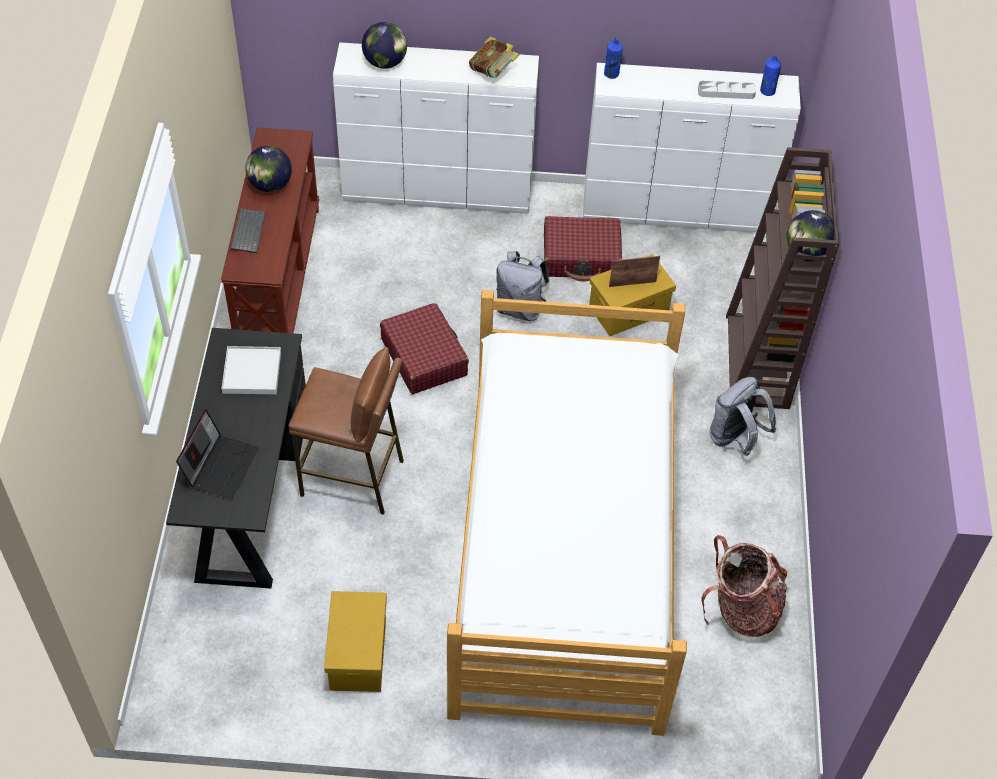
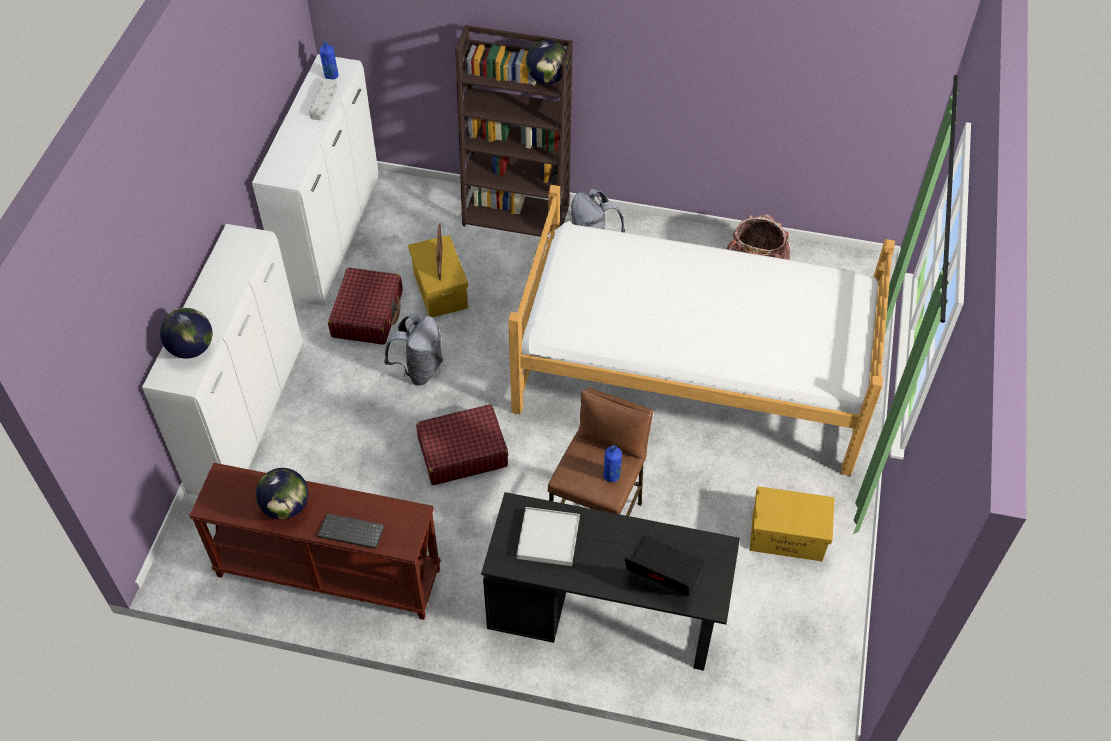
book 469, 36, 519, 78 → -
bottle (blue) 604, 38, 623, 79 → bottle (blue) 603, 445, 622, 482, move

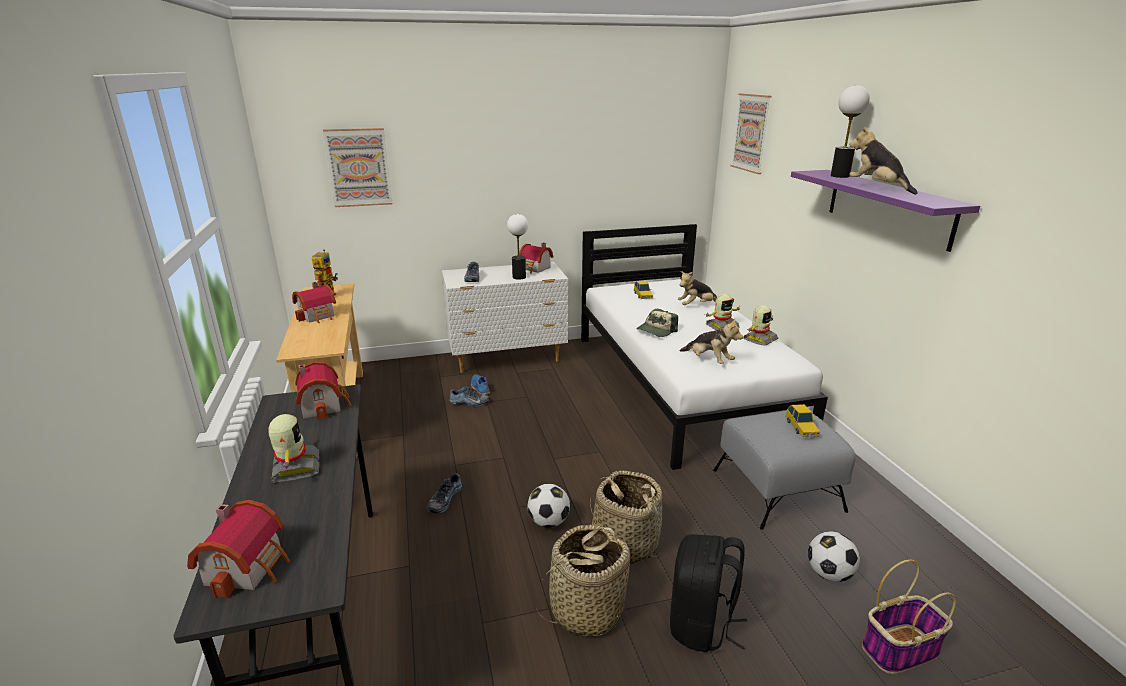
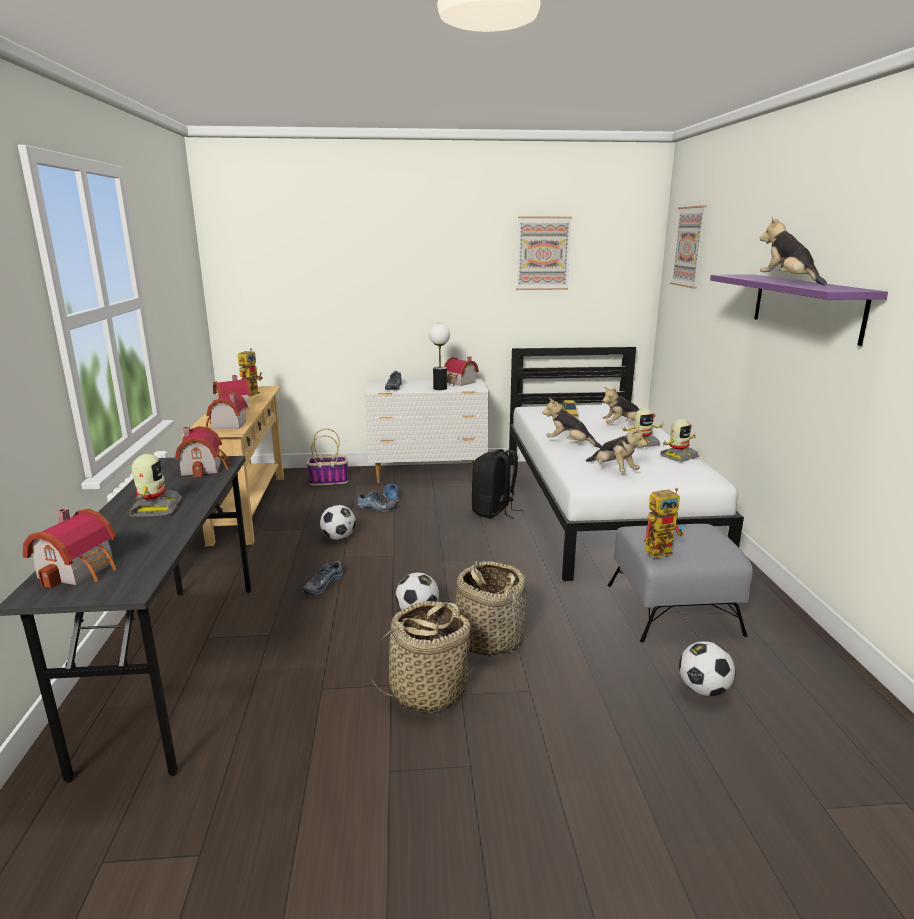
picture 323, 128, 392, 207 → picture 516, 217, 572, 290, move
cap 636, 309, 678, 337 → plush toy 542, 398, 602, 448
backpack (black) 670, 534, 747, 652 → backpack (black) 472, 449, 523, 519, move
toy car 786, 404, 820, 437 → -
table lamp 831, 85, 870, 178 → -
basket 862, 560, 956, 674 → basket 307, 429, 348, 485, move
- → toy house 206, 391, 248, 429
- → football 320, 505, 356, 540
- → toy robot 644, 488, 684, 558

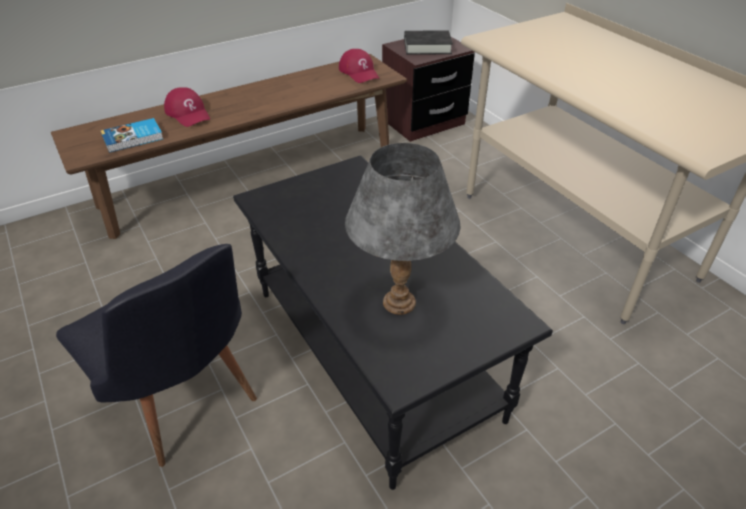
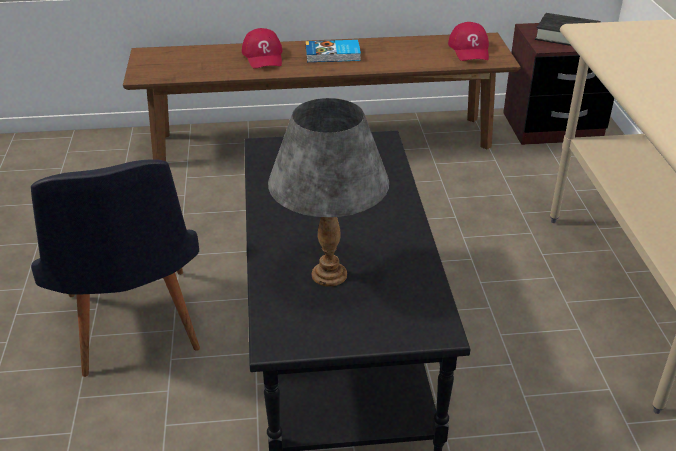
book 101, 118, 163, 153 → book 306, 40, 361, 62, move

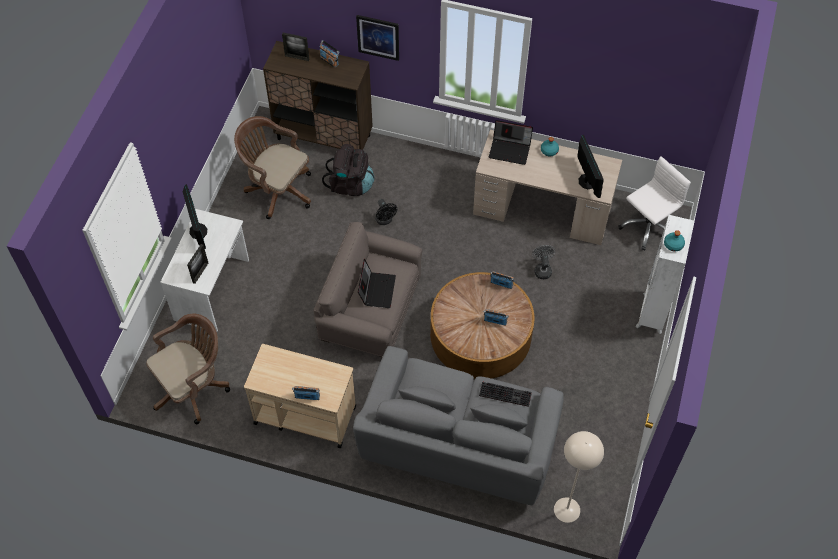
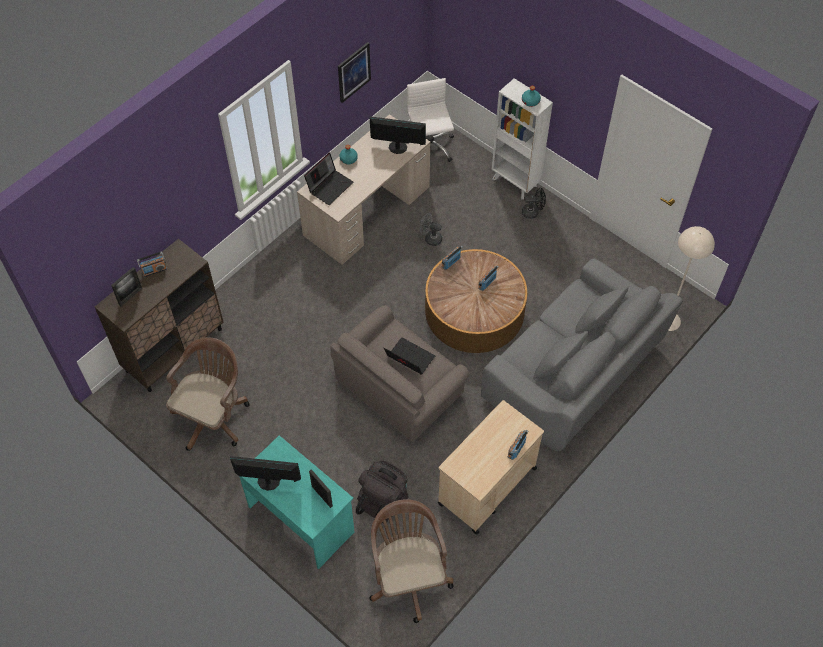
desk (white) 160, 209, 249, 332 → desk (turquoise) 239, 435, 355, 569
office chair (brown) 234, 116, 311, 219 → office chair (brown) 166, 337, 249, 451, 150 degrees clockwise
backpack (black) 322, 144, 375, 196 → backpack (black) 356, 461, 409, 523, move
picture 356, 15, 399, 61 → picture 338, 42, 371, 103, move
fan (black) 375, 199, 397, 225 → fan (black) 522, 188, 546, 219, move
keyboard 479, 382, 532, 407 → -

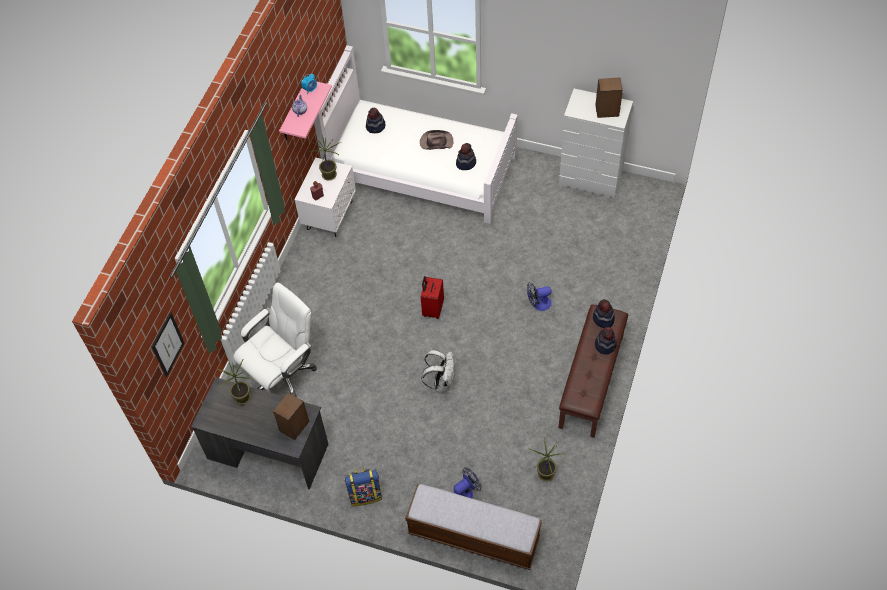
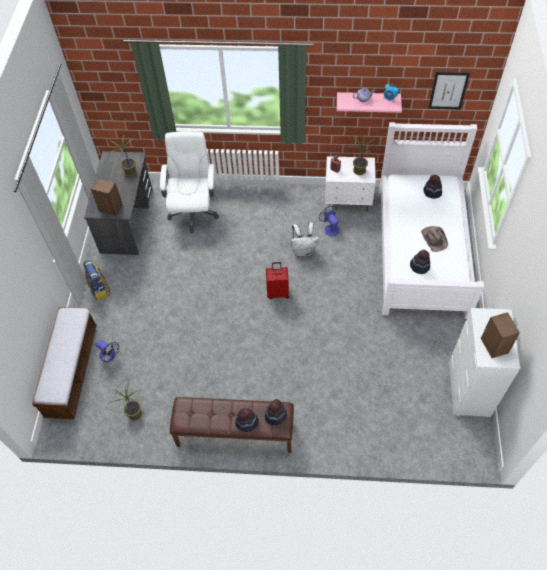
picture 152, 312, 184, 377 → picture 428, 72, 470, 109, move
office chair (white) 233, 282, 317, 397 → office chair (white) 160, 131, 219, 233, 120 degrees counterclockwise
backpack (white) 421, 350, 454, 392 → backpack (white) 291, 222, 319, 257, move
fan 527, 282, 552, 311 → fan 319, 206, 339, 237, move

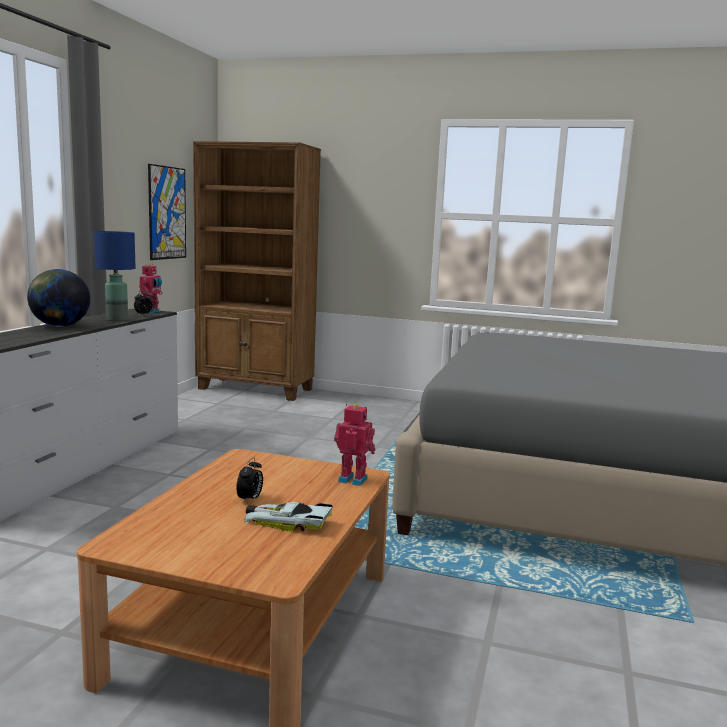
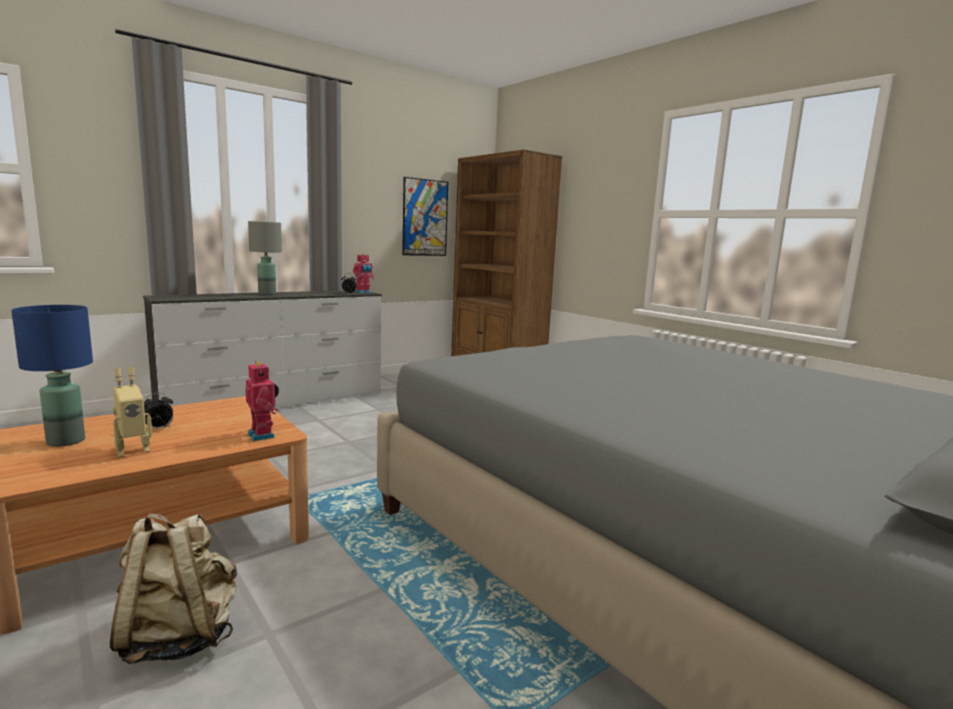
globe 27, 269, 90, 327 → table lamp (grey) 248, 221, 282, 295
table lamp (blue) 94, 231, 136, 321 → table lamp (blue) 11, 305, 93, 447, move
toy car 244, 502, 333, 533 → toy robot 113, 367, 152, 458
- → backpack (beige) 110, 513, 237, 664

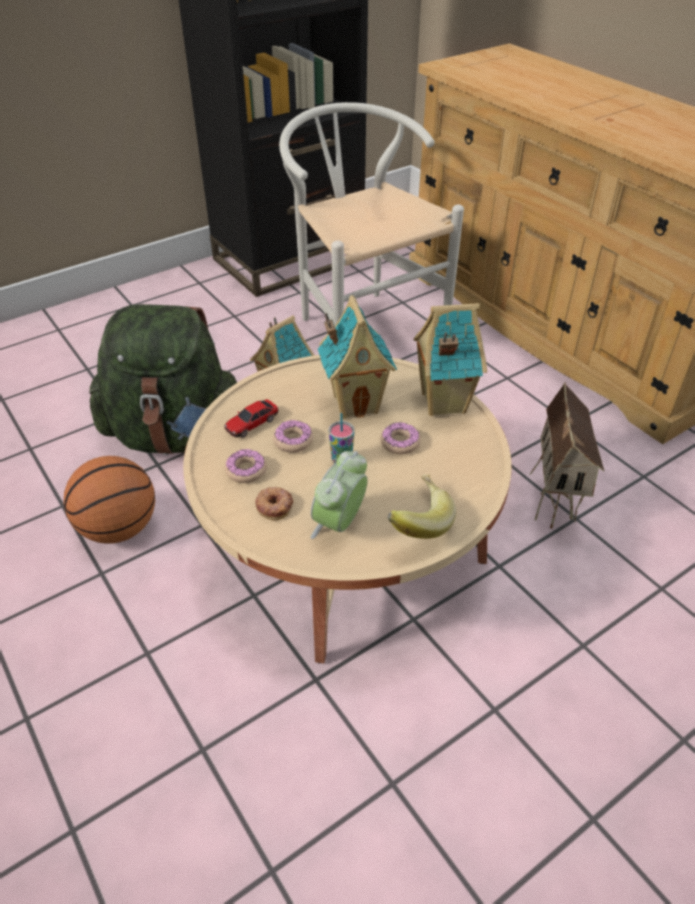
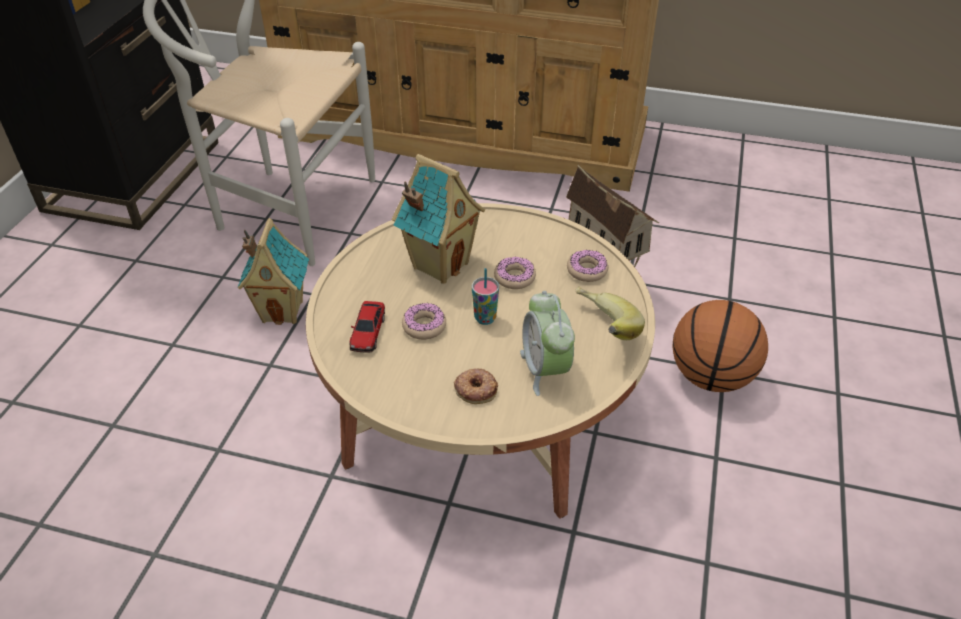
basketball 63, 456, 155, 544 → basketball 672, 300, 768, 392, move
backpack (green) 89, 304, 237, 455 → -
donut 225, 449, 267, 483 → donut 567, 250, 608, 282, move
toy house 414, 303, 487, 416 → -

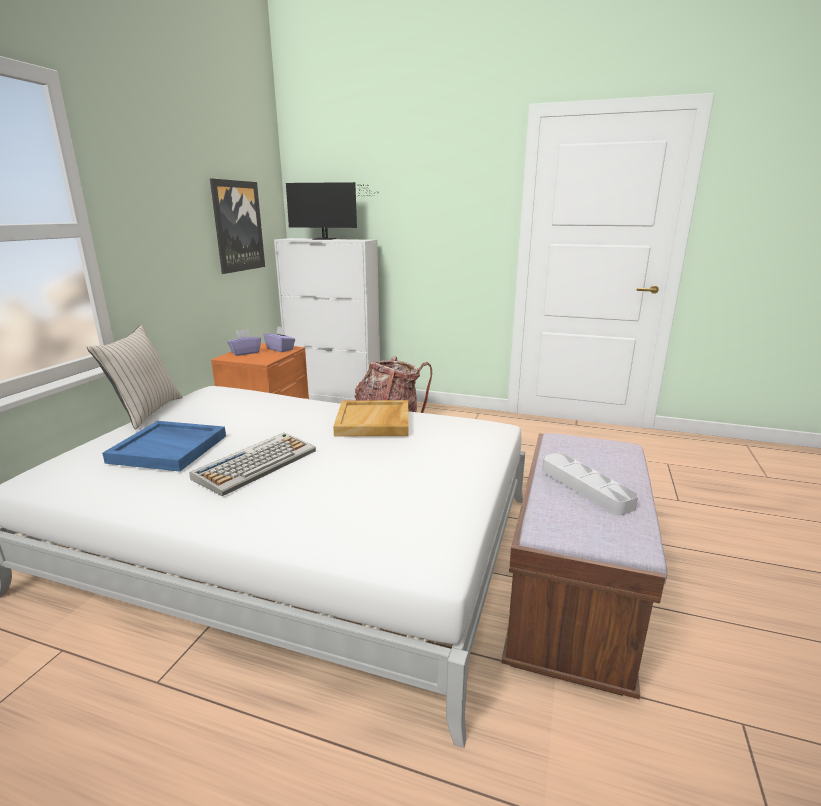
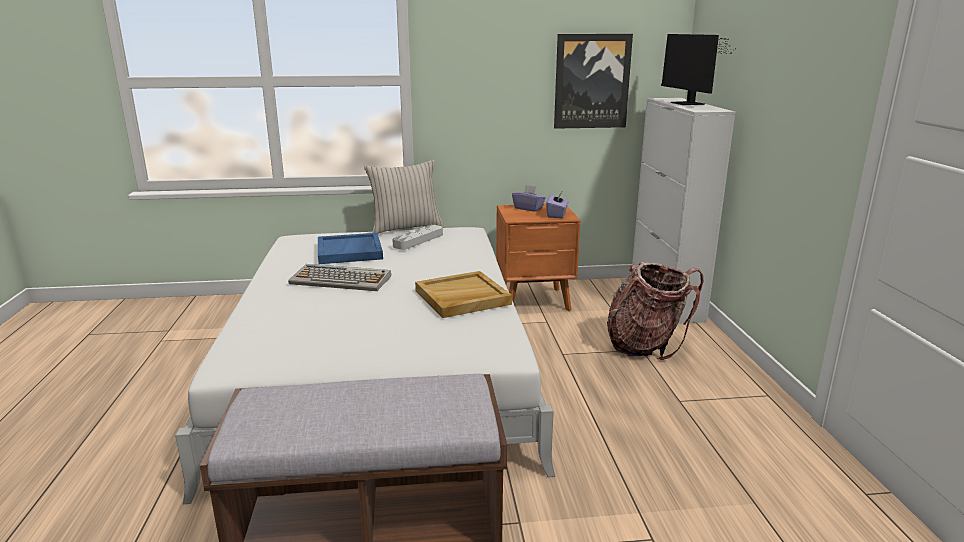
tray (grey) 542, 453, 638, 515 → tray (grey) 392, 225, 443, 250, move

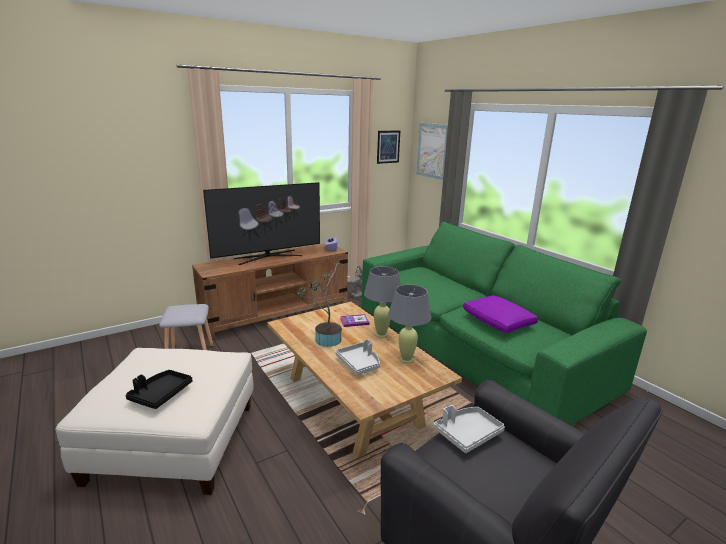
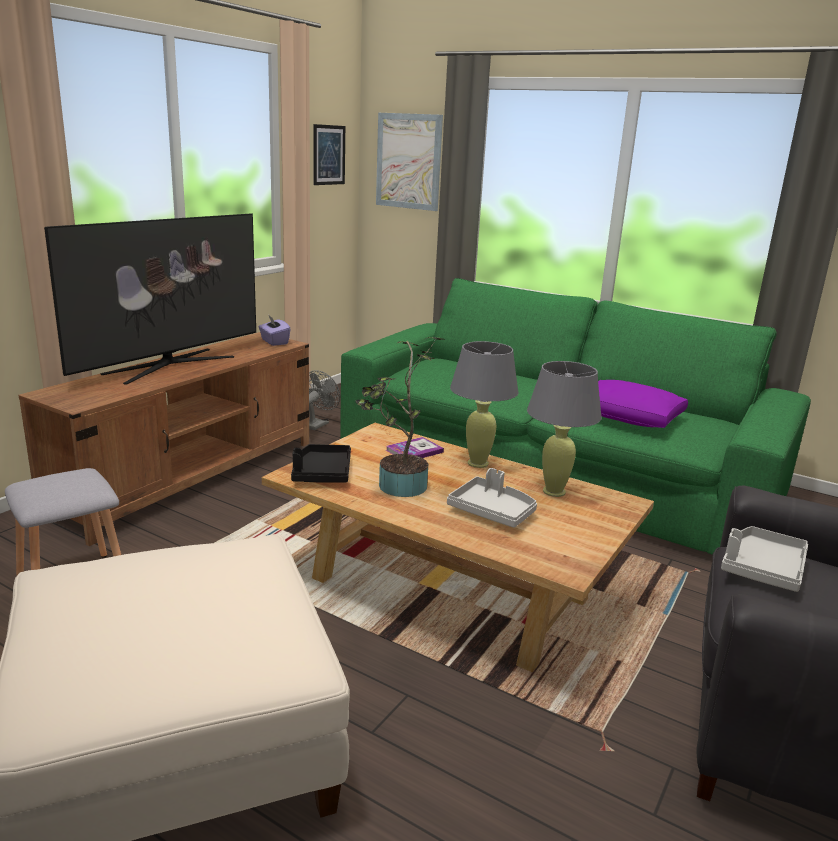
tray (black) 125, 370, 192, 409 → tray (black) 291, 444, 351, 483, move

